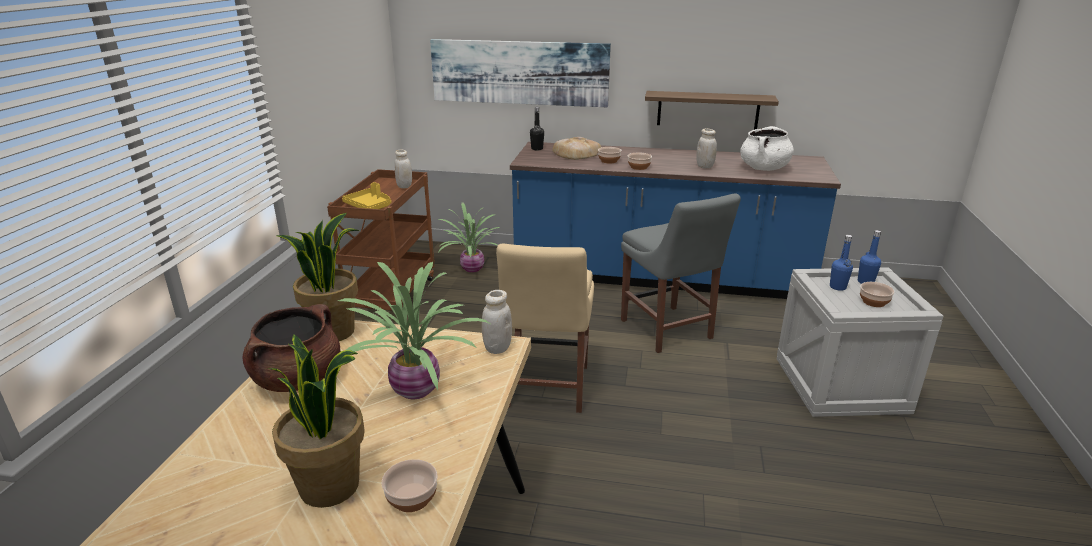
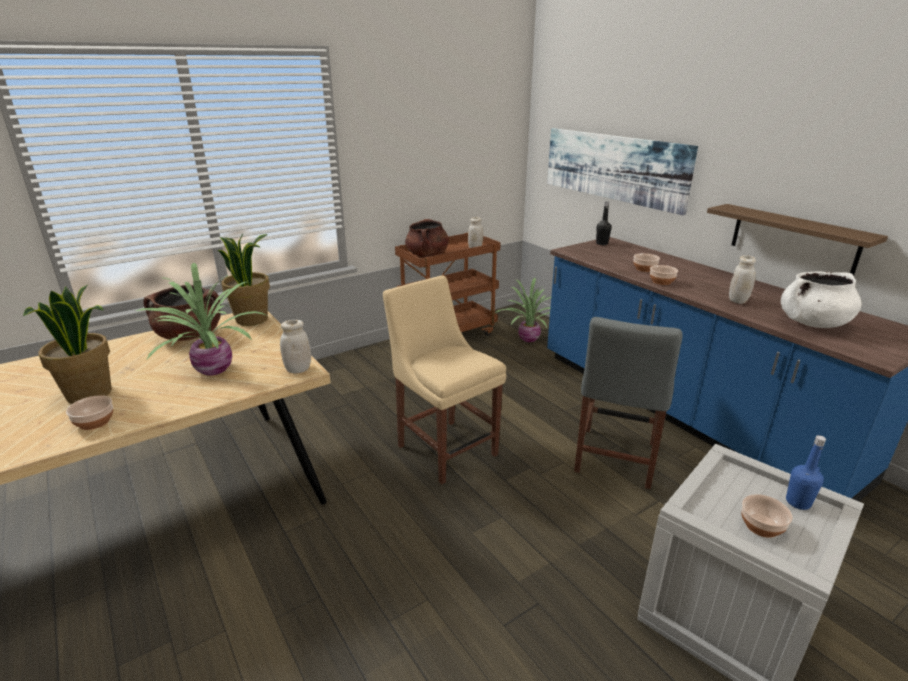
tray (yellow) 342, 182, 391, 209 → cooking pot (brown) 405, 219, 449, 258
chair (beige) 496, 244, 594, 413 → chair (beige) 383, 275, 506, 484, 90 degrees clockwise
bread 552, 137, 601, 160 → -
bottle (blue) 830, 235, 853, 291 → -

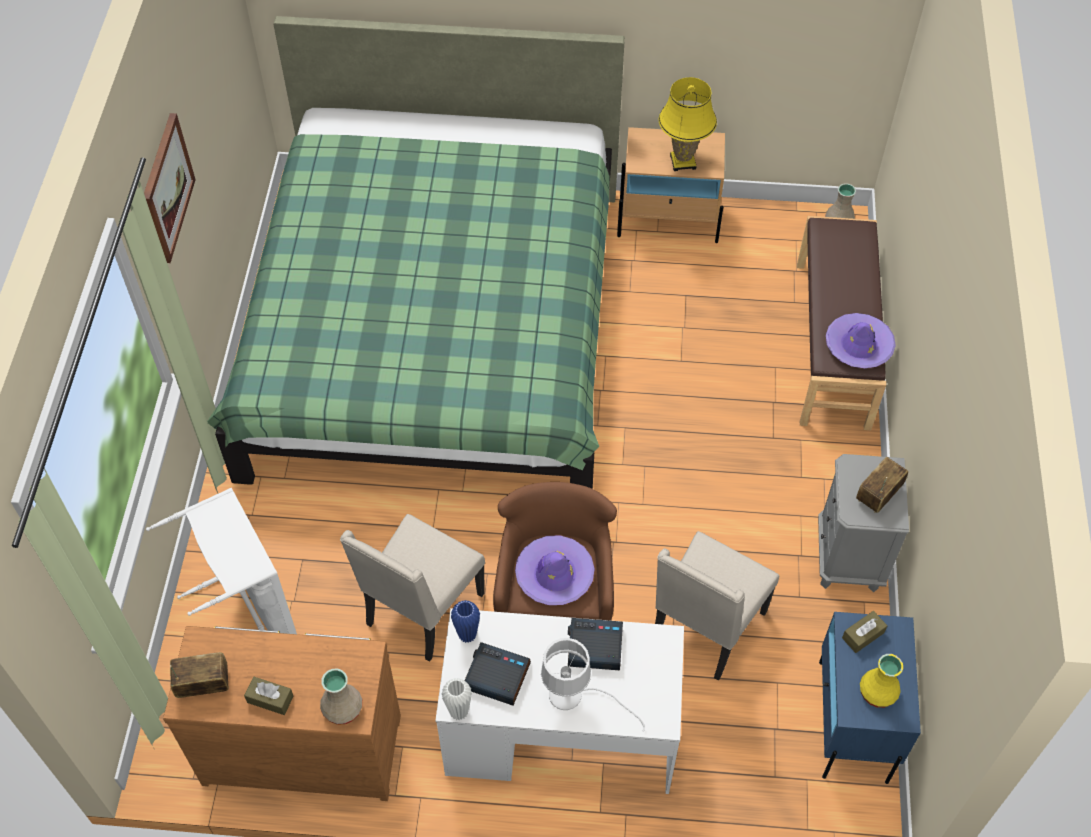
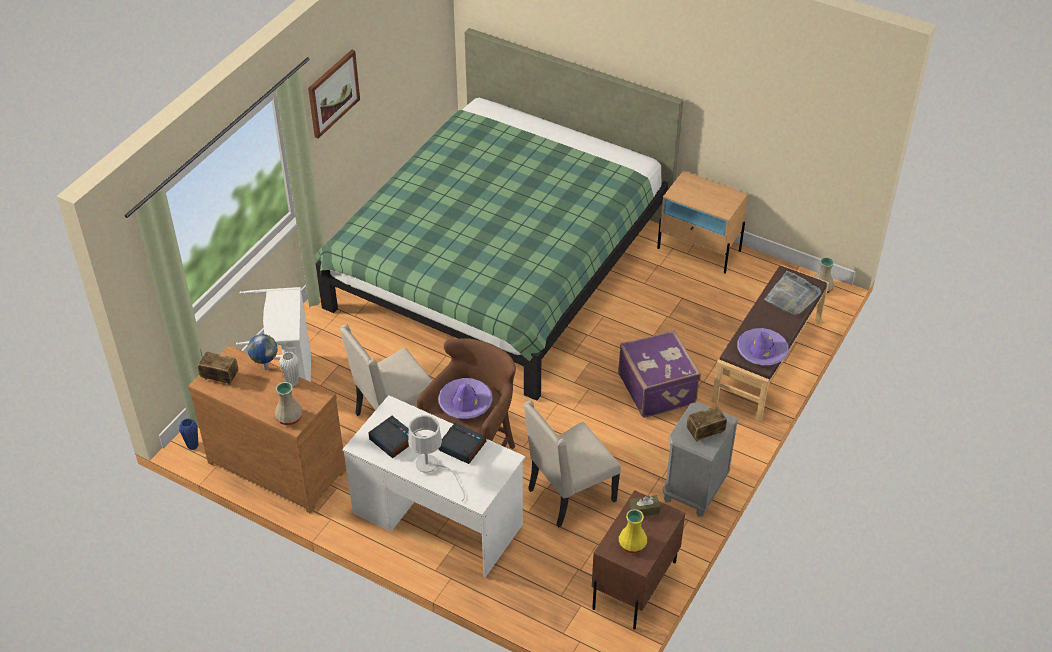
tissue box (brown) 244, 677, 294, 715 → -
vase (white) 442, 678, 472, 720 → vase (white) 279, 352, 299, 386, move
vase (blue) 451, 600, 480, 643 → vase (blue) 179, 418, 198, 450, move
table lamp (yellow) 659, 77, 717, 171 → -
nightstand (blue) 819, 612, 921, 784 → nightstand (brown) 592, 490, 685, 630
- → globe 247, 334, 278, 370
- → suitcase (purple) 618, 330, 701, 418
- → tray (grey) 764, 271, 821, 316

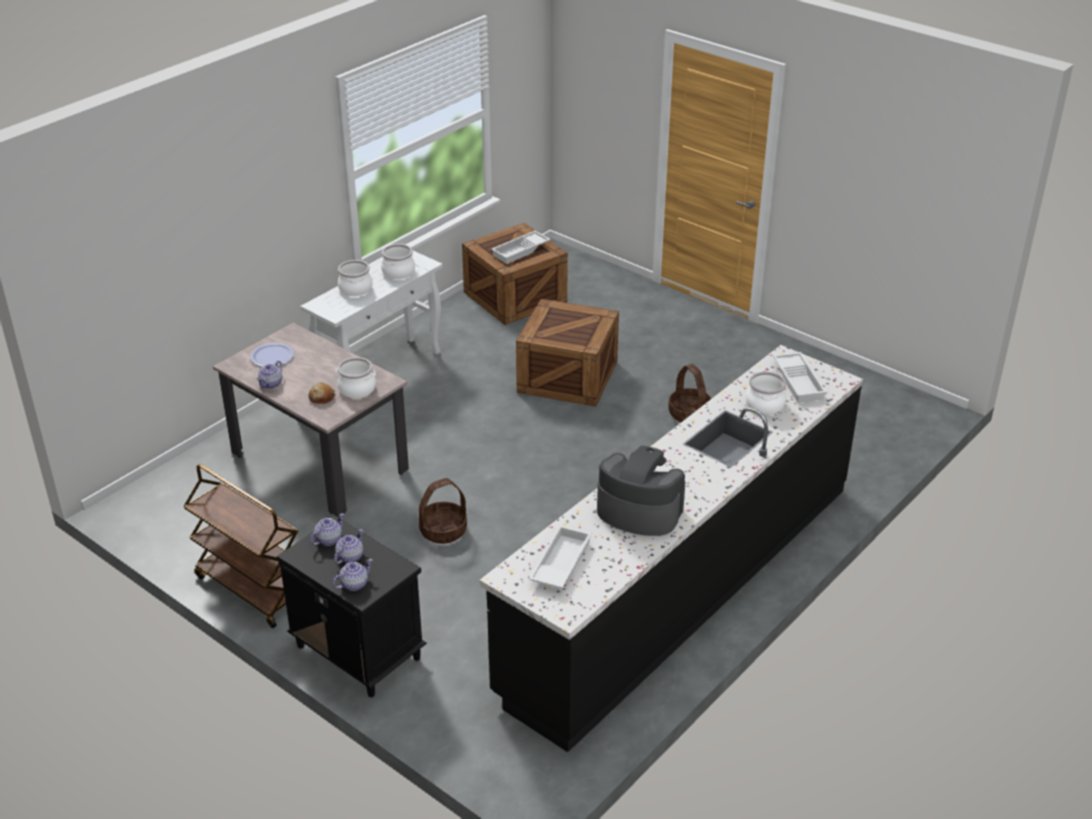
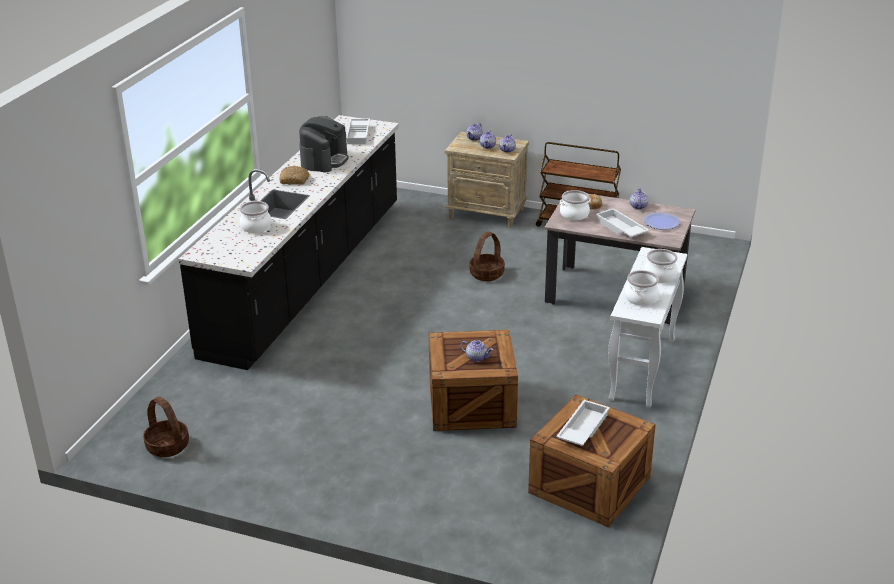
nightstand (black) 277, 516, 427, 697 → nightstand (beige) 445, 132, 529, 228
coffee machine 597, 446, 685, 536 → coffee machine 299, 116, 349, 173, 75 degrees counterclockwise
basket 668, 364, 711, 422 → basket 143, 396, 189, 457, move
tray (white) 773, 352, 827, 403 → tray (white) 595, 208, 649, 237, move
- → bread 280, 166, 310, 185
- → teapot 460, 340, 493, 362

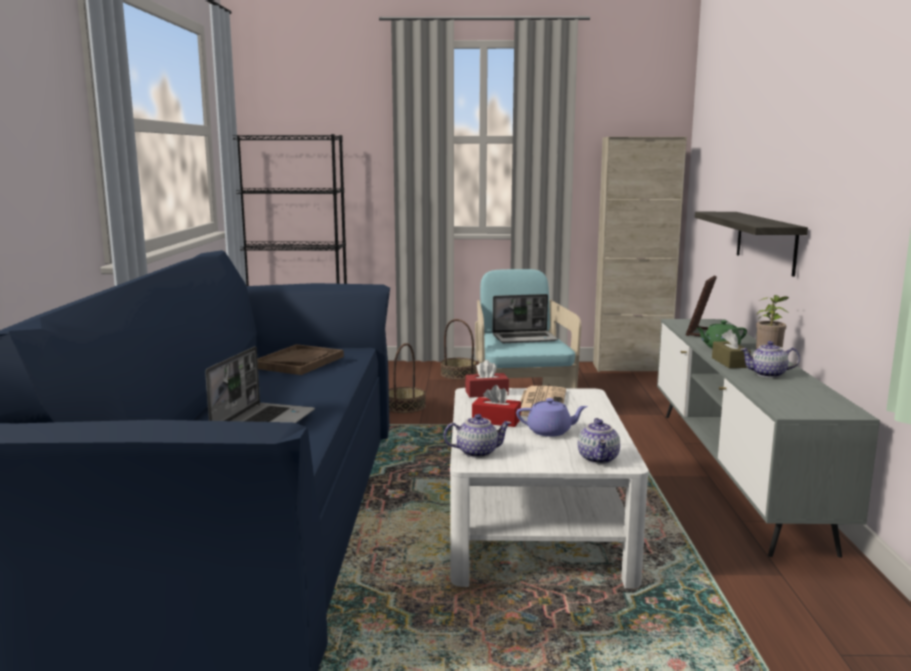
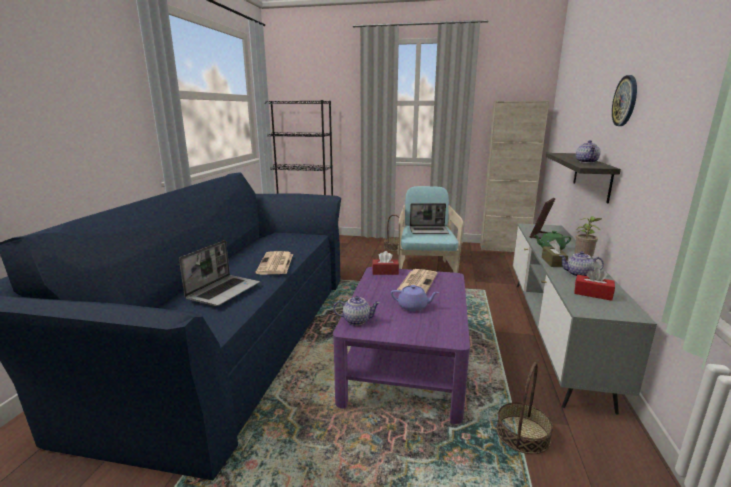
tray (brown) 257, 344, 344, 375 → -
basket 389, 343, 426, 413 → basket 496, 362, 553, 454, move
coffee table (white) 450, 388, 649, 589 → coffee table (purple) 333, 267, 470, 424
tissue box (red) 472, 385, 521, 427 → tissue box (red) 574, 268, 615, 301, move
teapot 578, 418, 620, 464 → teapot 576, 140, 601, 163, move
- → newspaper 255, 251, 293, 275
- → wall clock 612, 75, 637, 126

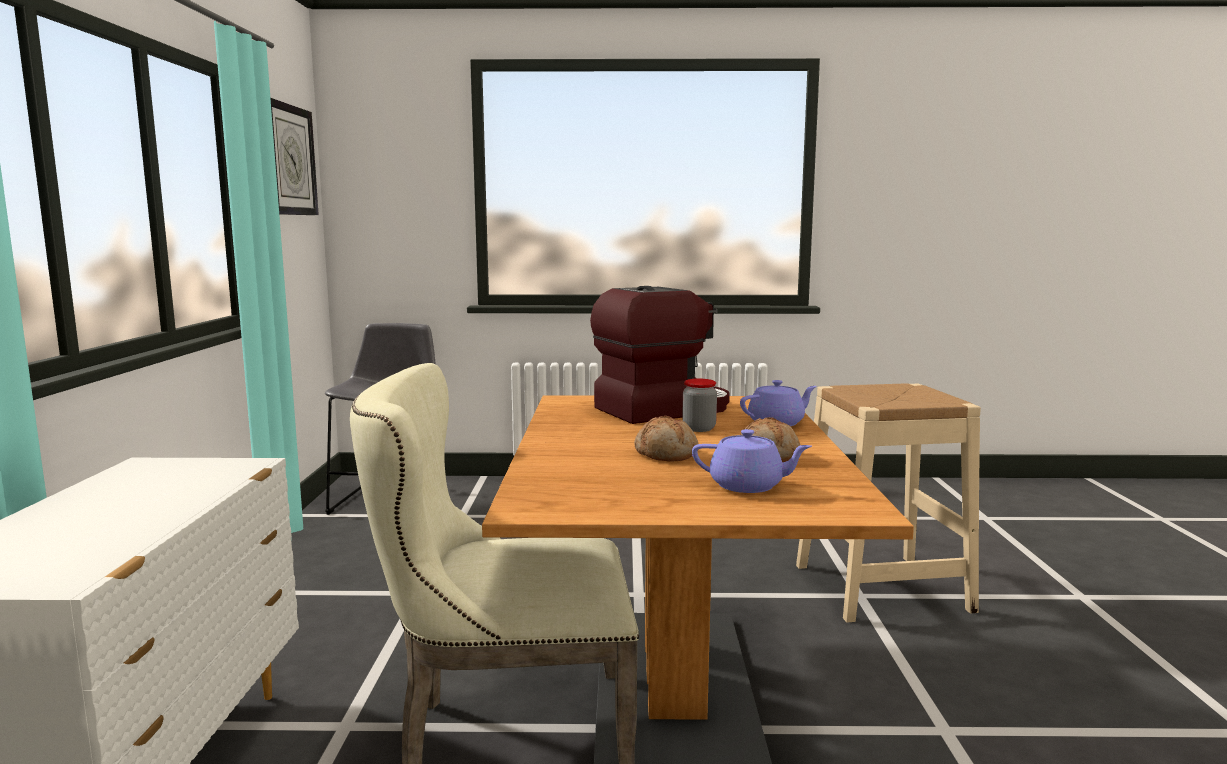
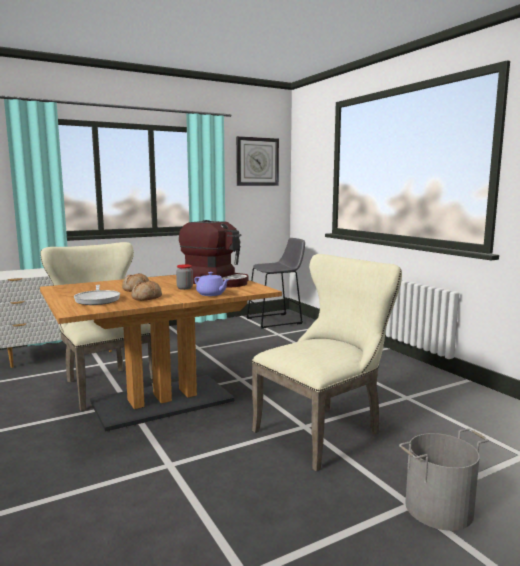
teapot (purple) 692, 429, 812, 493 → frying pan 74, 285, 120, 305
stool (beige) 796, 383, 981, 622 → chair (beige) 252, 254, 402, 472
- → bucket (grey) 399, 428, 489, 531

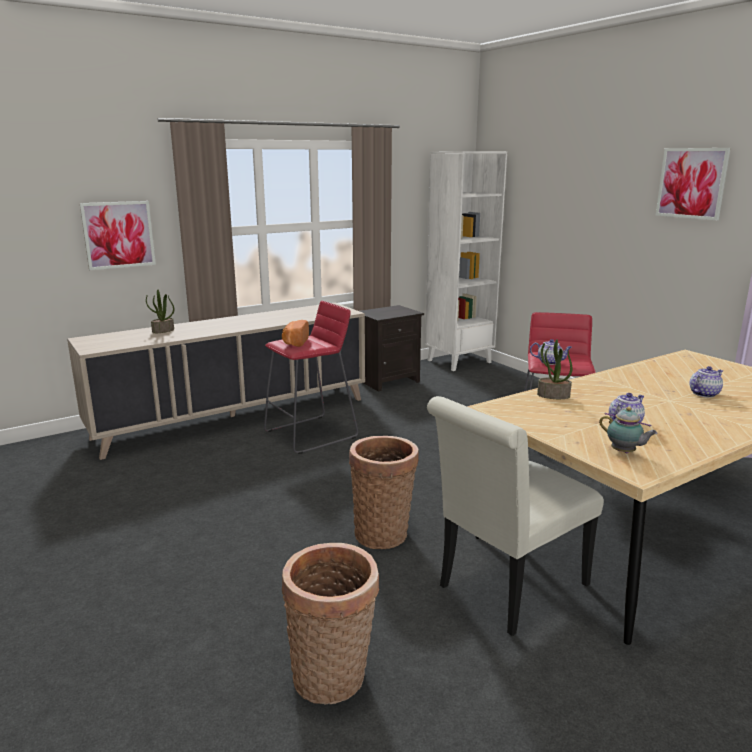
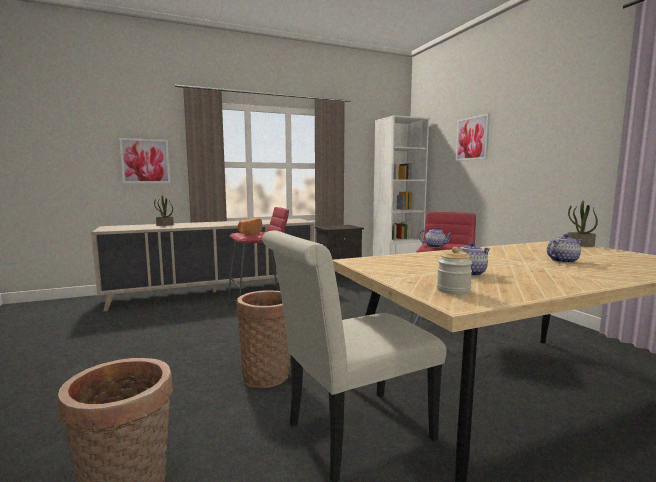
potted plant 537, 339, 573, 399 → potted plant 567, 201, 598, 247, move
teapot 599, 407, 658, 453 → jar 437, 247, 473, 295
picture 656, 148, 731, 221 → picture 456, 114, 490, 161, move

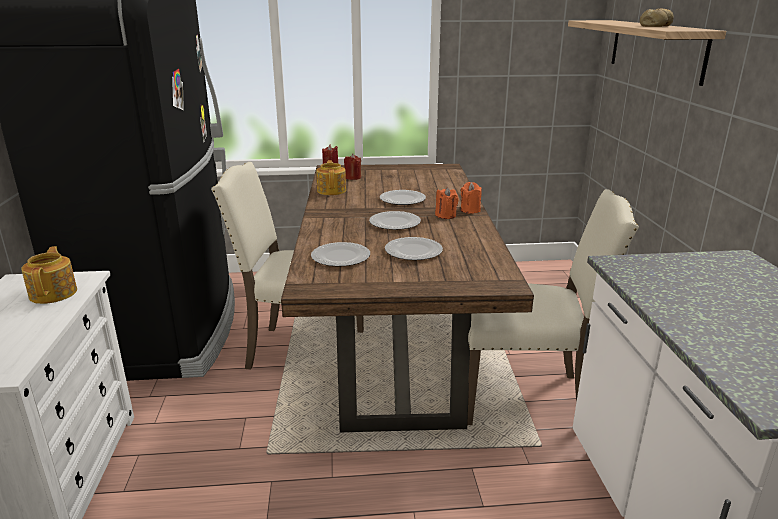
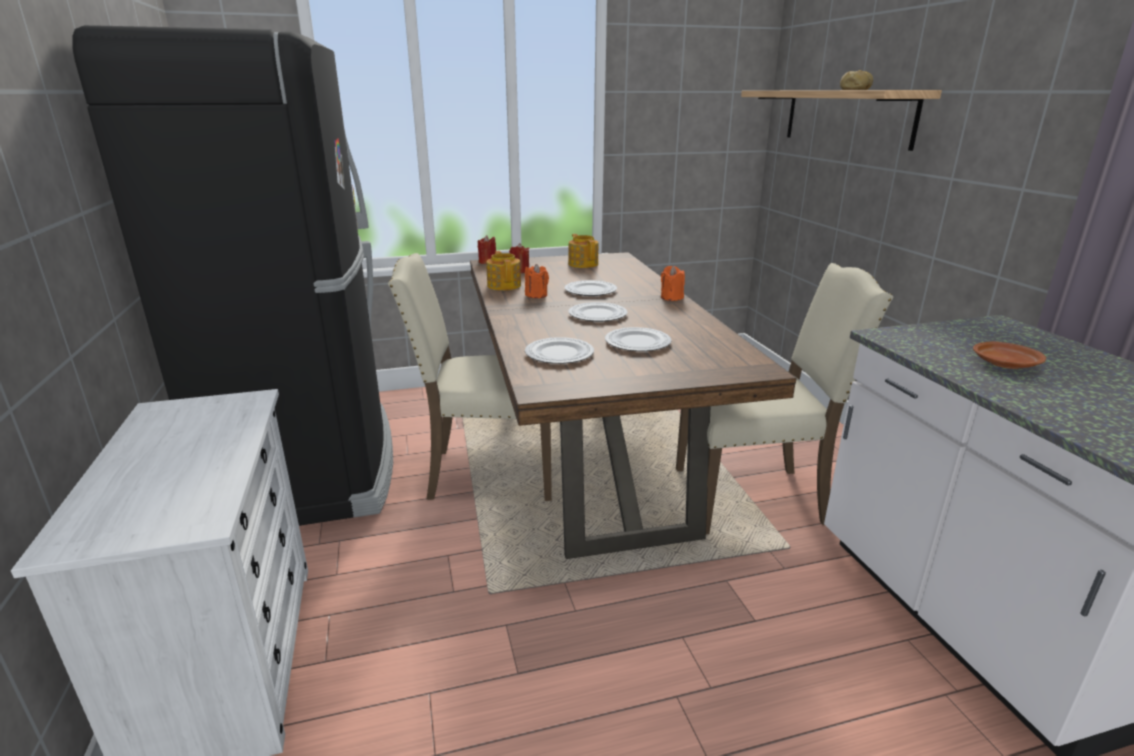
teapot 21, 246, 77, 304 → teapot 568, 234, 599, 268, move
candle (orange) 435, 187, 459, 219 → candle (orange) 525, 264, 549, 298, move
- → plate (brown) 973, 341, 1046, 369

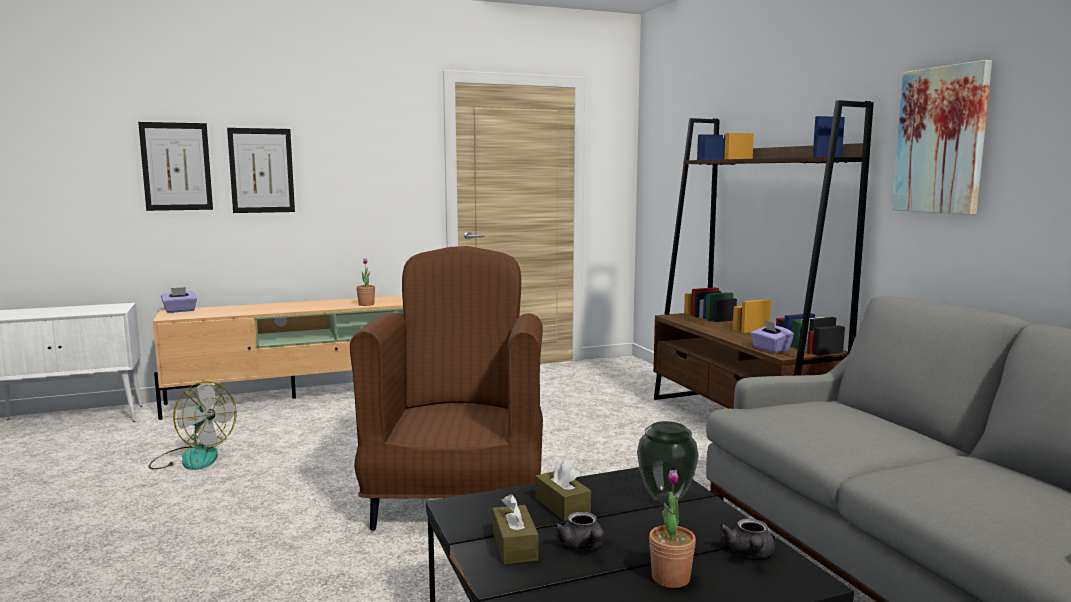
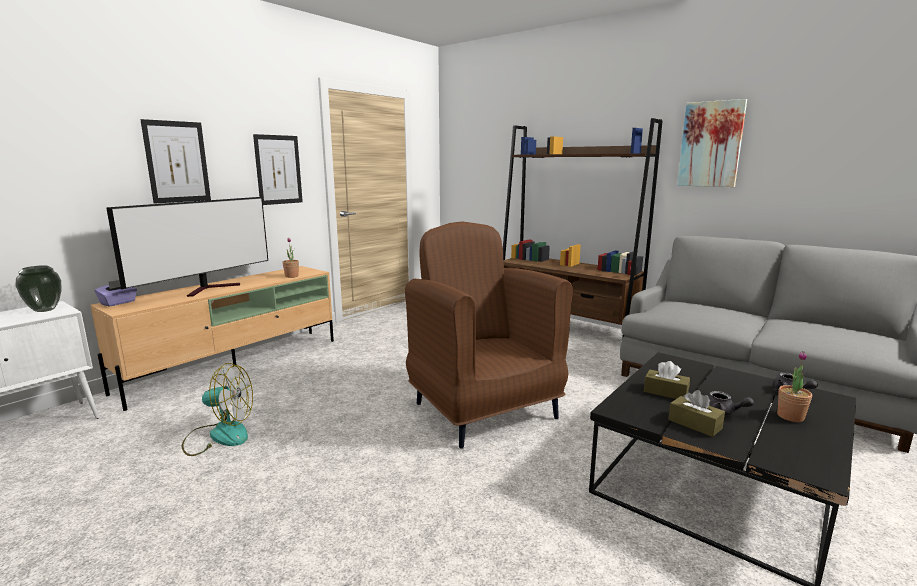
picture 138, 122, 213, 211 → picture 253, 134, 303, 205, move
vase 637, 421, 699, 504 → vase 15, 265, 61, 312, move
tissue box (purple) 750, 320, 794, 353 → -
- → television 106, 197, 268, 297

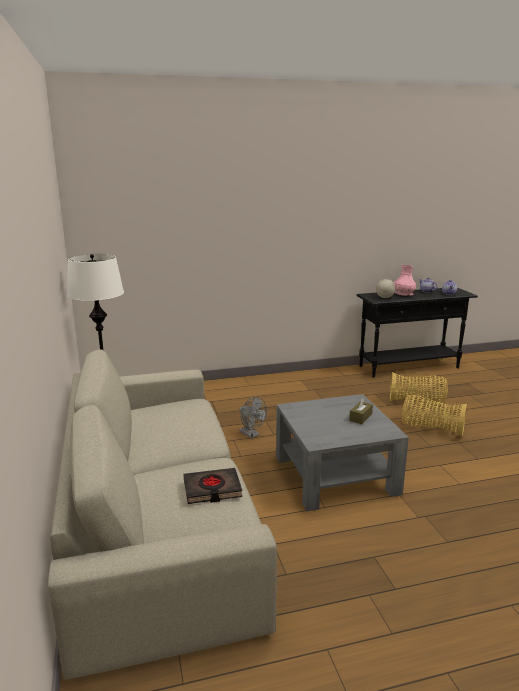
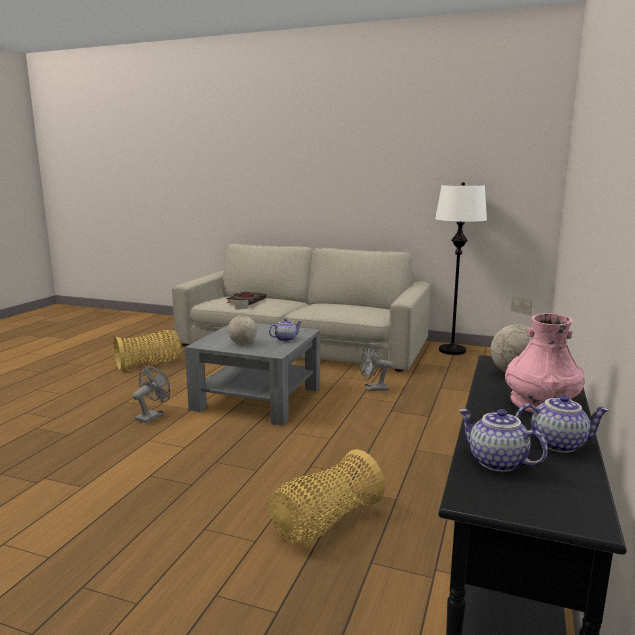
tissue box (brown) 349, 397, 373, 424 → globe 228, 300, 257, 345
basket 402, 395, 467, 436 → basket 114, 330, 180, 370, move
- → fan (grey) 132, 366, 170, 423
- → teapot 269, 318, 302, 341

